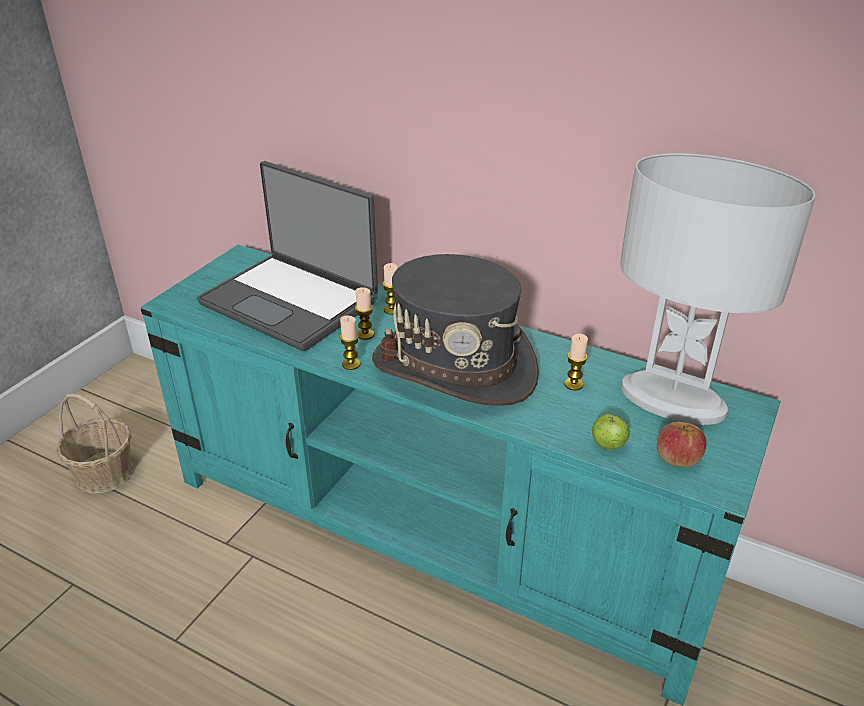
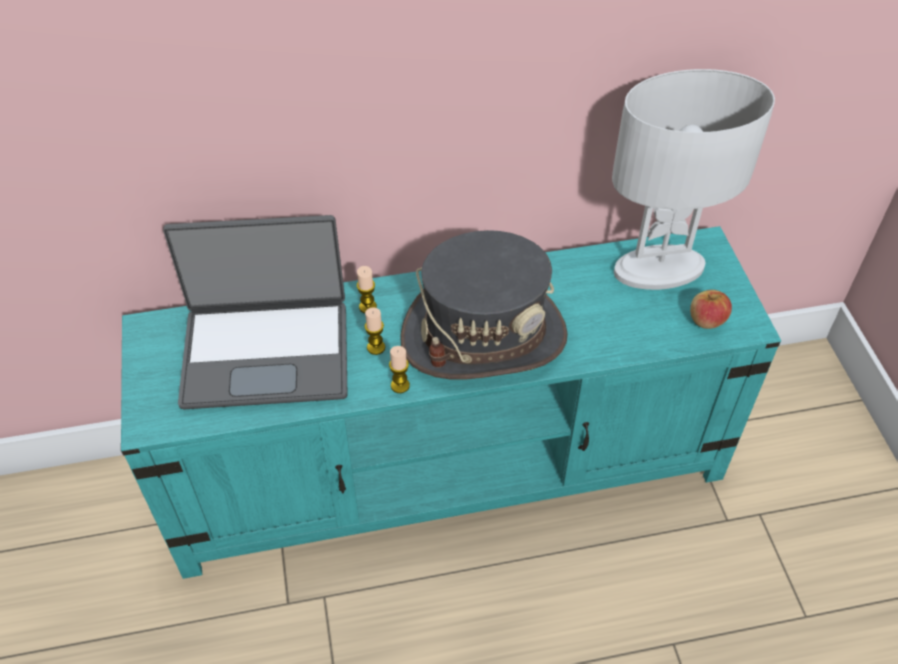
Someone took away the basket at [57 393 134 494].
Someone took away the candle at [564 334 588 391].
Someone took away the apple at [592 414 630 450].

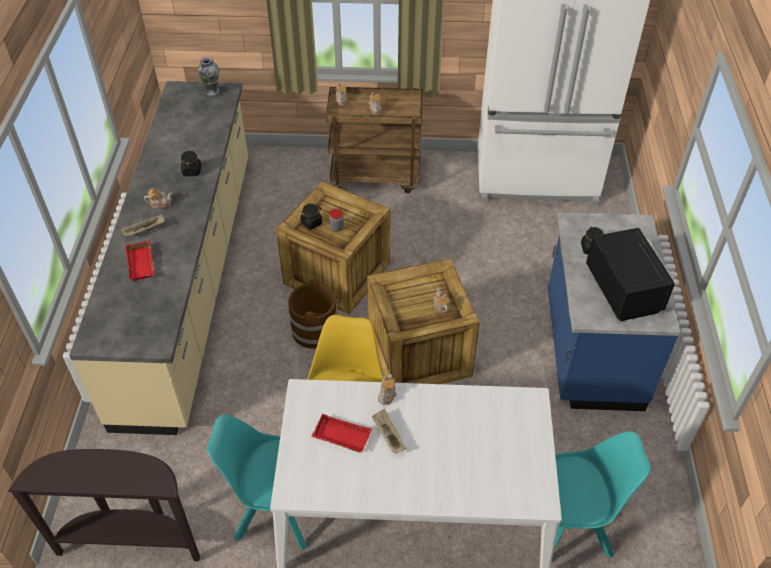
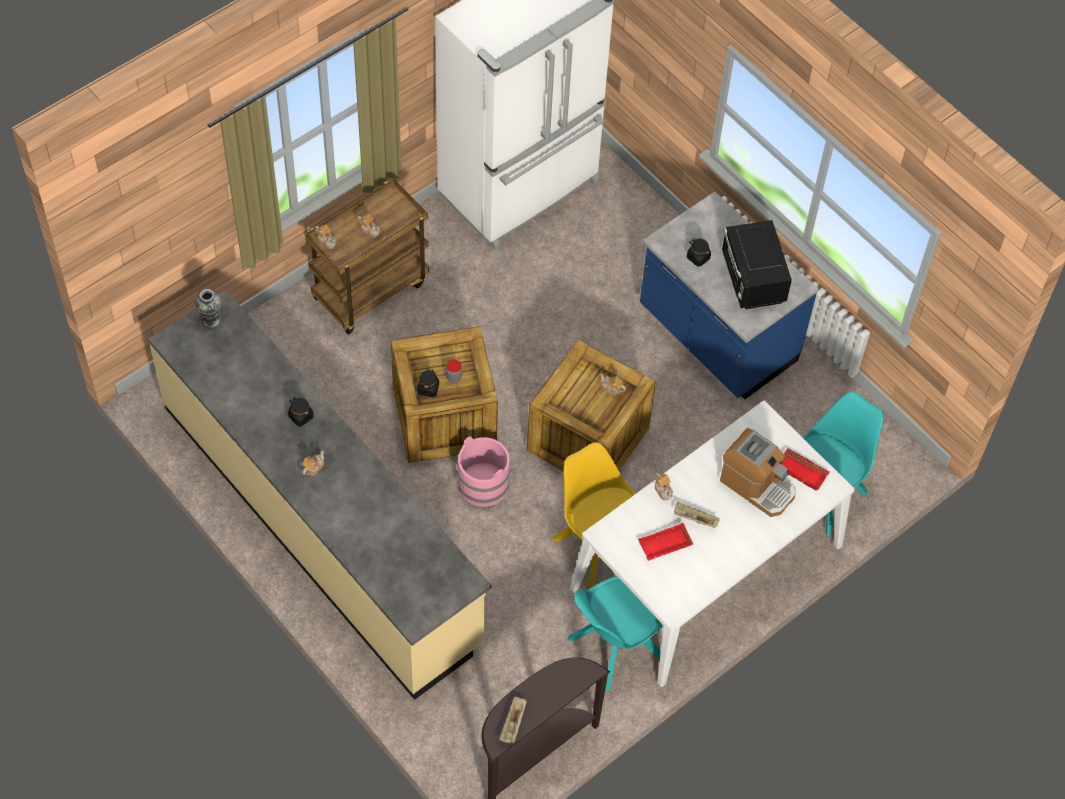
Someone carried the beige tray from [120 214 165 237] to [499 697 527 743].
Someone carried the red tray from [125 241 155 282] to [781 448 830 491].
Someone repainted the brown bucket at [288 277 337 349], which became the pink bucket at [457 436 510 507].
Someone rotated the black microwave at [586 228 676 321] by 135 degrees counterclockwise.
Someone put down the coffee machine at [720 428 795 517].

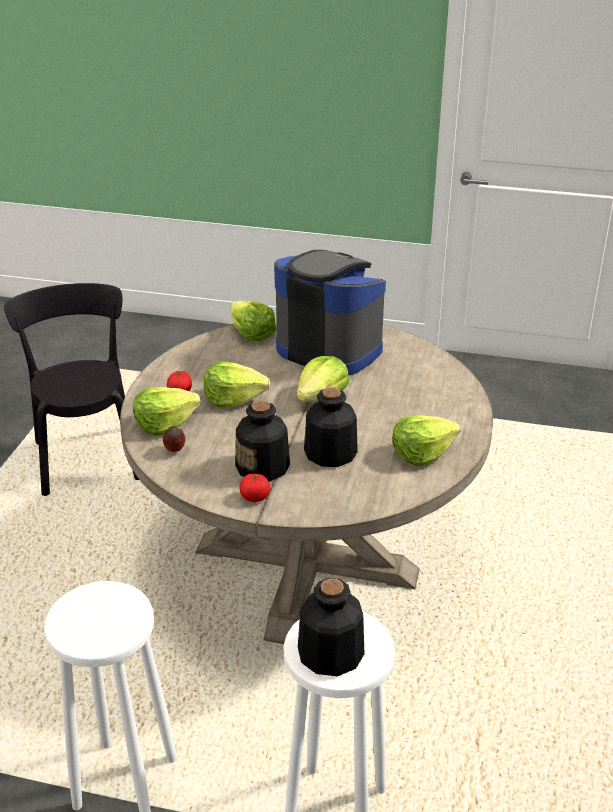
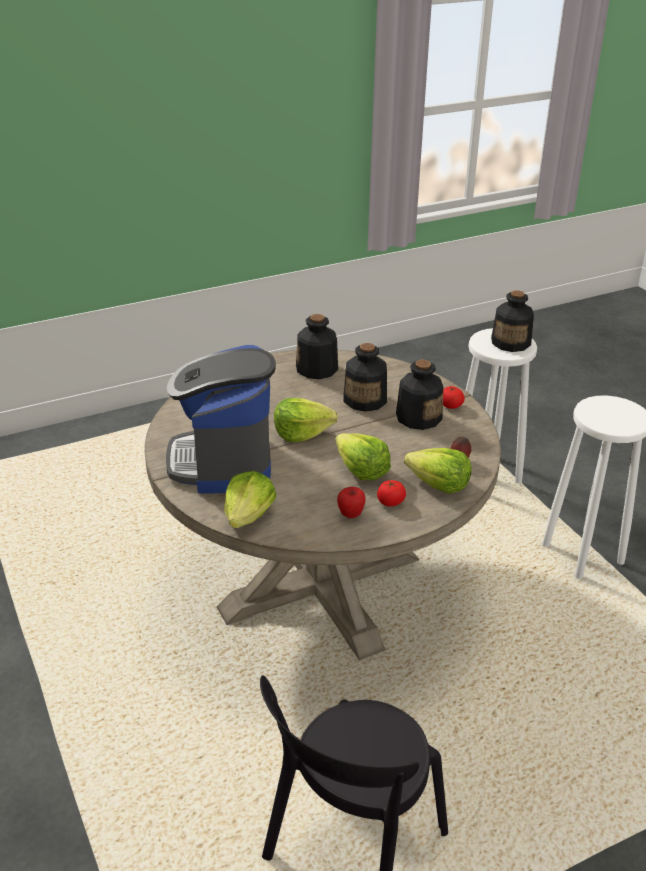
Someone swapped the lettuce at [392 415 460 466] for the bottle at [296 314 338 379].
Someone put down the apple at [337 487 366 518].

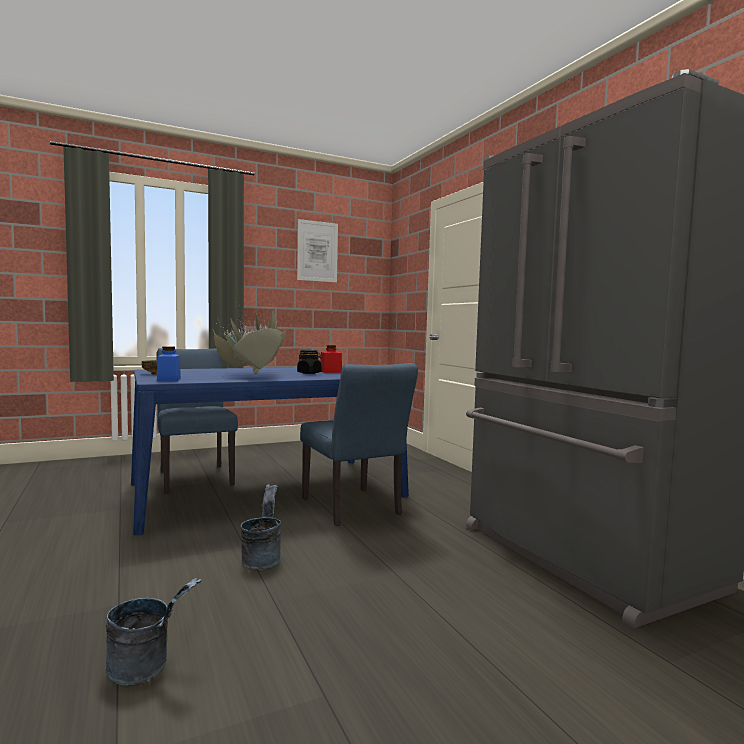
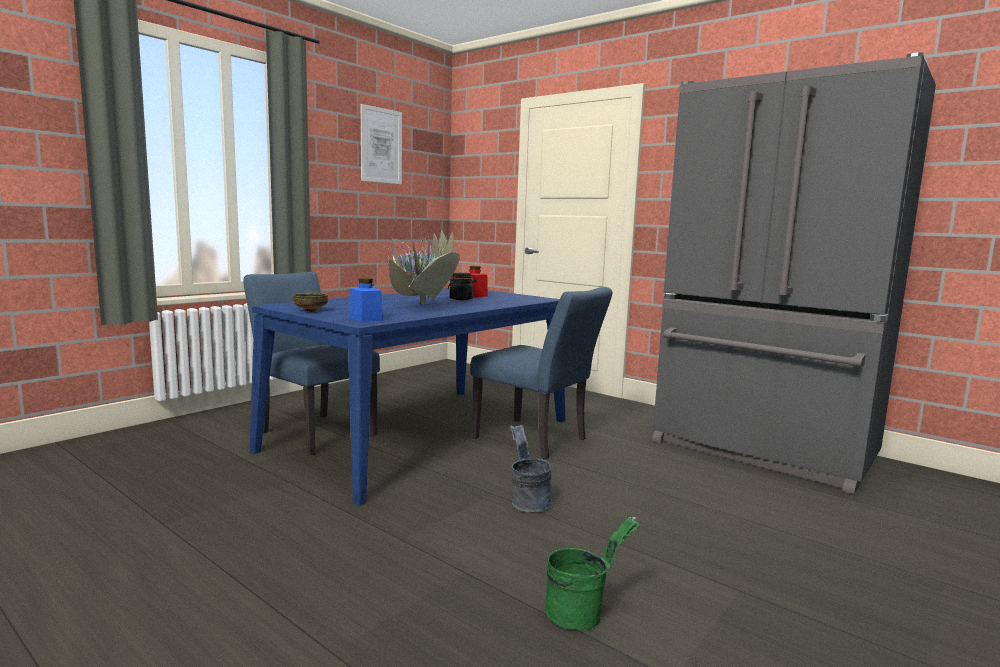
Someone repainted the grey bucket at [106 578 202 685], which became the green bucket at [545 517 640 631].

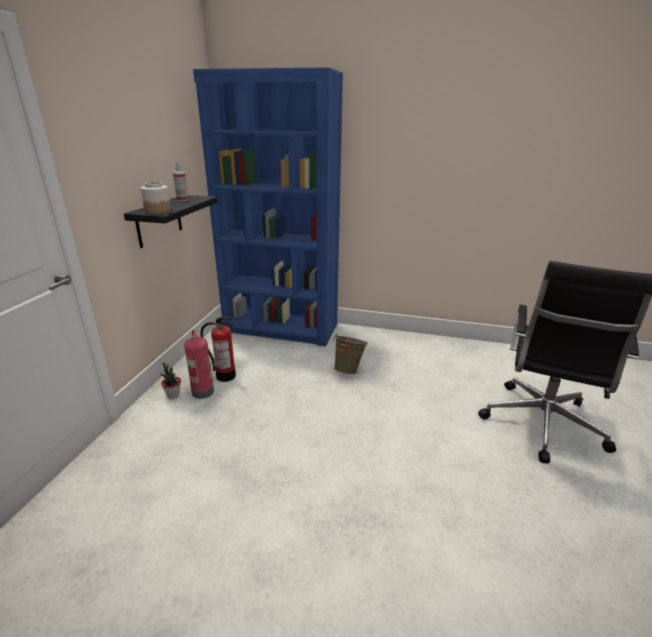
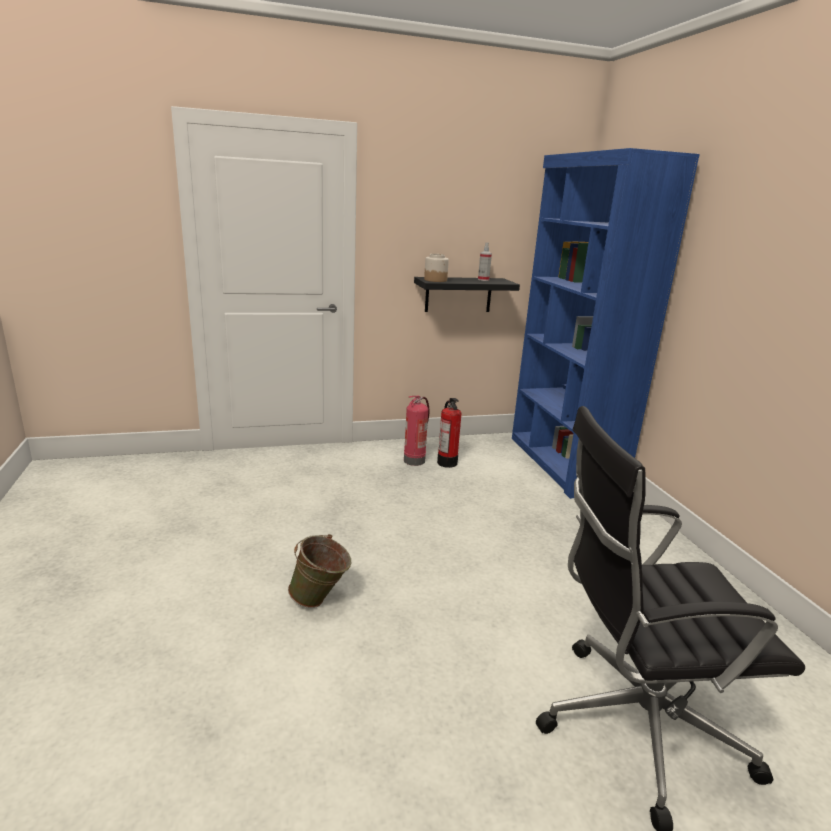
Someone took away the potted plant at [160 362 181 399].
Someone carried the green bucket from [334 334 368 374] to [288 534 351 608].

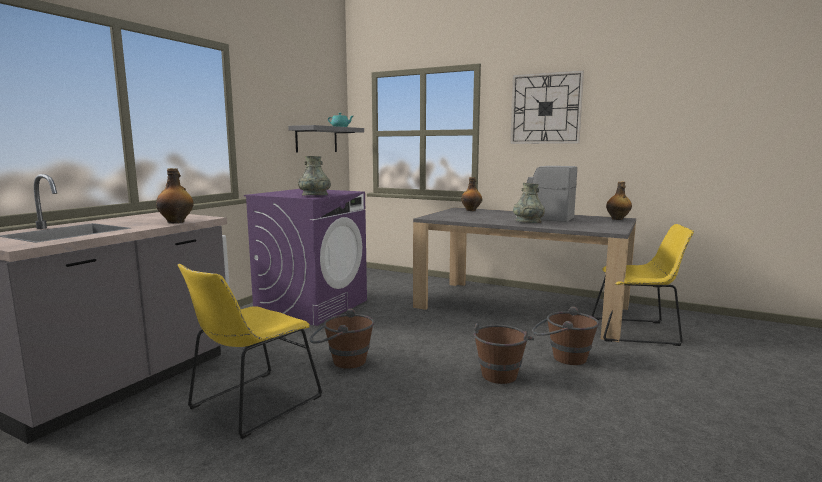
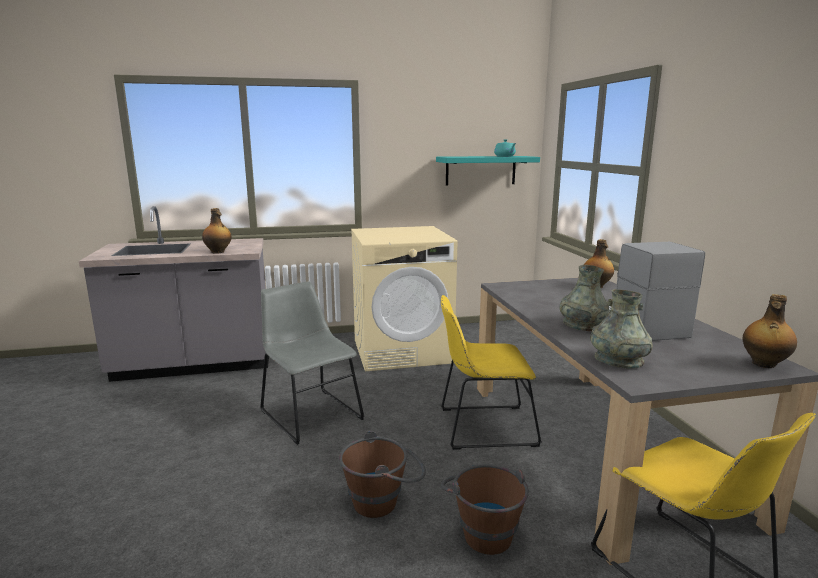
Someone carried the yellow chair from [178 264 322 439] to [441 295 542 450].
Someone repainted the purple washing machine at [244 189 367 326], which became the beige washing machine at [351 226 457 372].
Someone repainted the grey shelf at [288 125 364 152], which became the turquoise shelf at [436 156 540 185].
Someone carried the grey vase from [298 156 331 196] to [590 289 653 369].
Someone swapped the brown bucket at [310 308 374 369] for the grey chair at [260 281 364 445].
Someone took away the wall clock at [510 70 584 144].

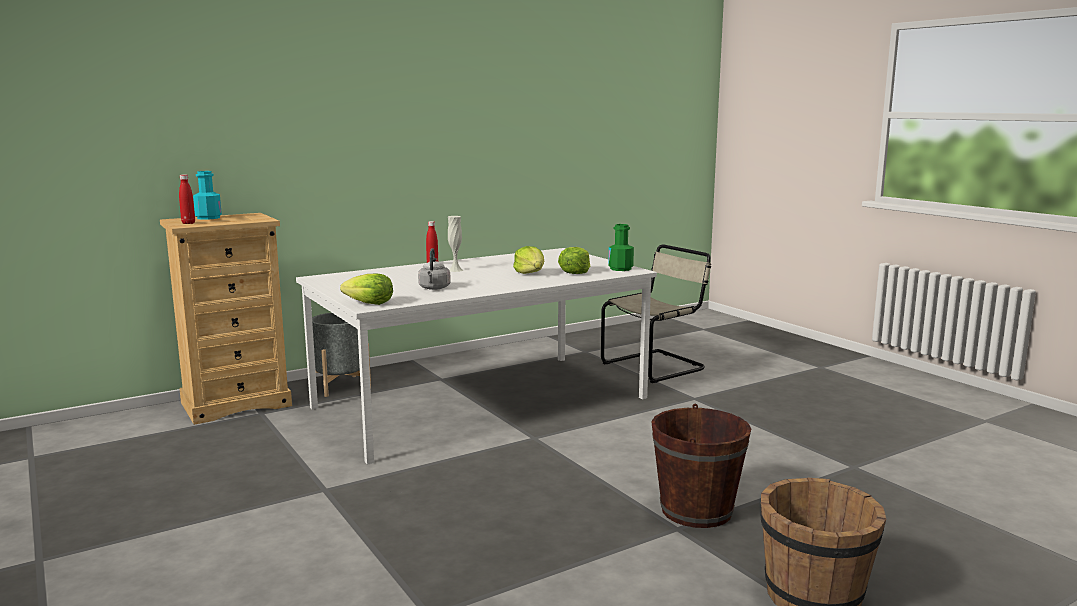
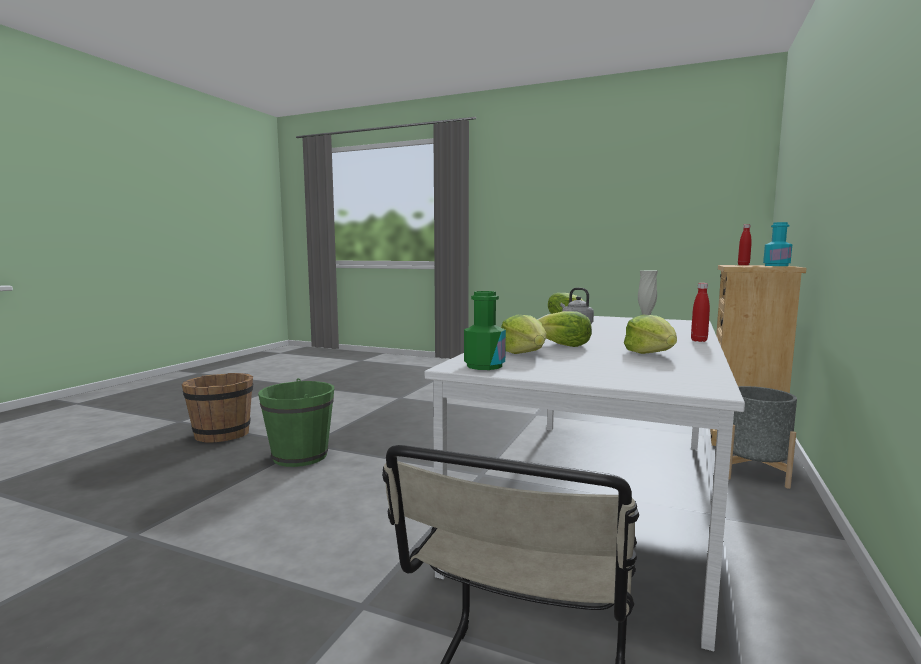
Someone repainted the brown bucket at [651 404 751 528], which became the green bucket at [258 378 334 467].
Someone put down the lettuce at [624 315 677 354].

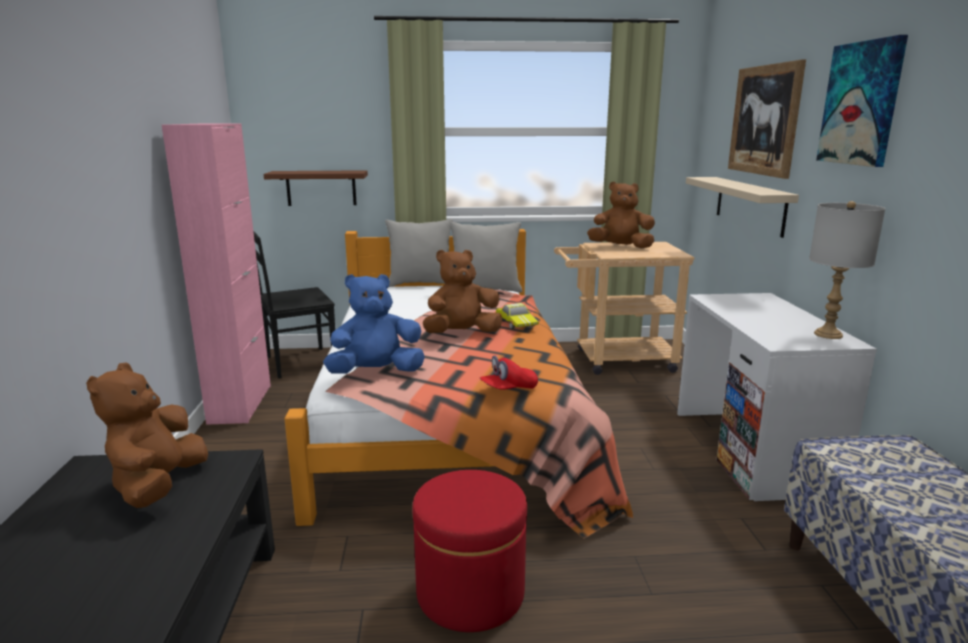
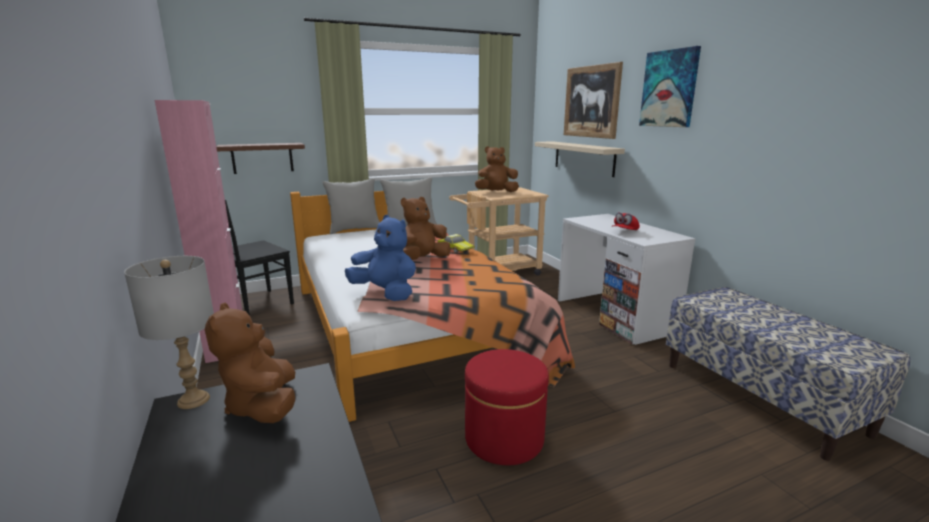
Someone rotated the blue plush toy at [323 274 425 374] by 75 degrees clockwise.
Someone carried the red cap from [479 355 538 390] to [612 212 640 230].
Someone carried the grey table lamp from [809 201 885 339] to [124 256 214 409].

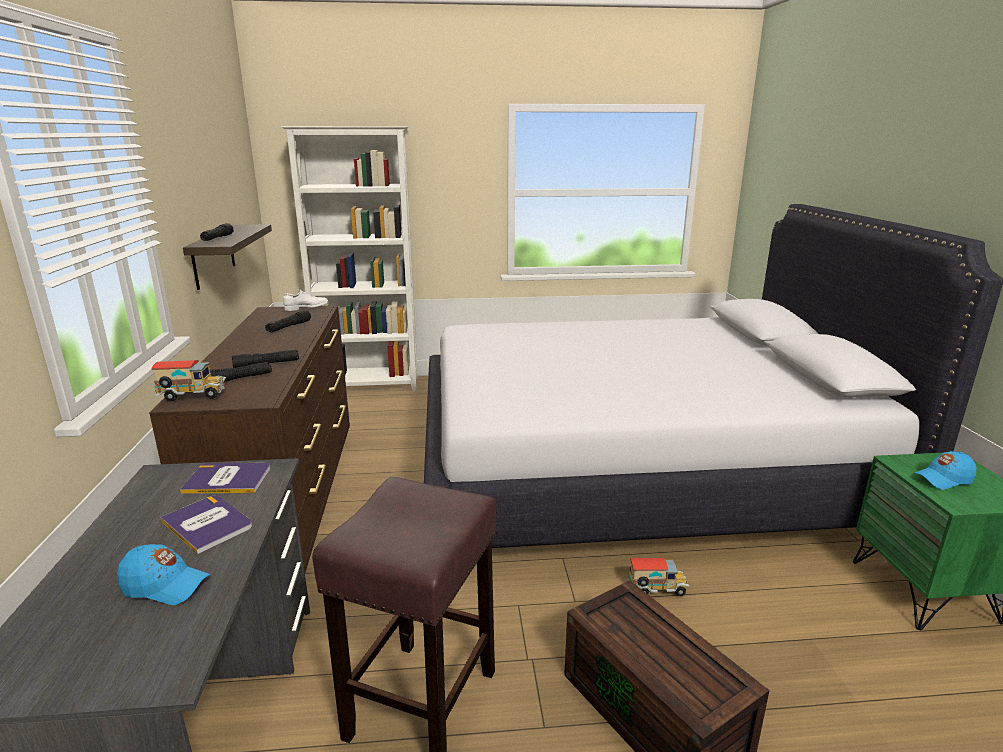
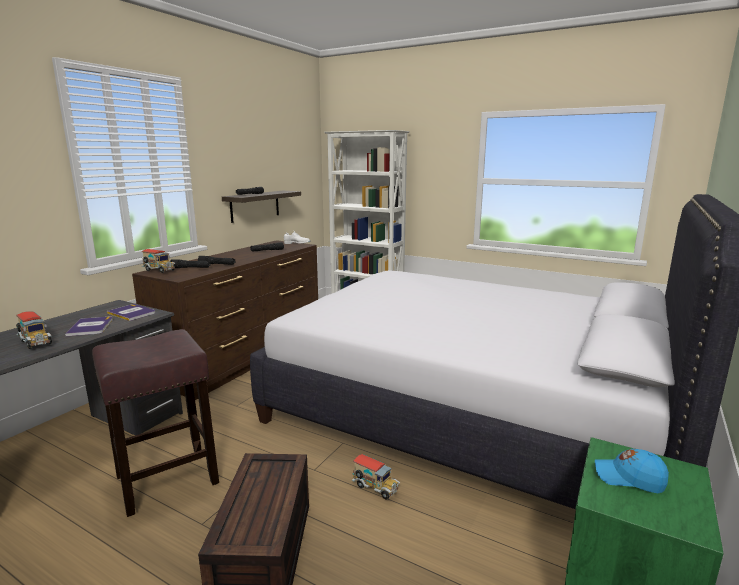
Someone swapped the blue cap at [117 544 211 605] for the toy truck at [16 311 52 349].

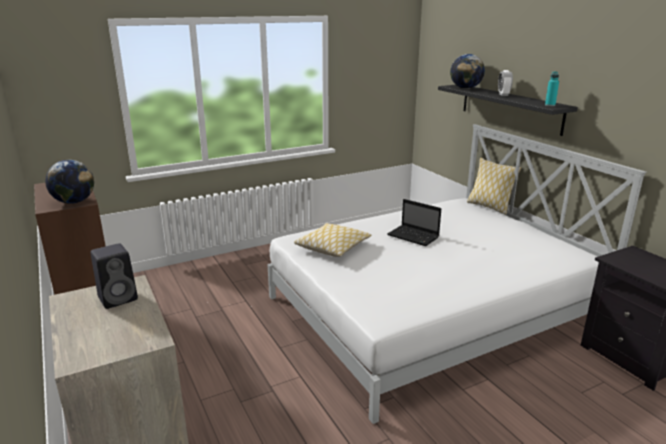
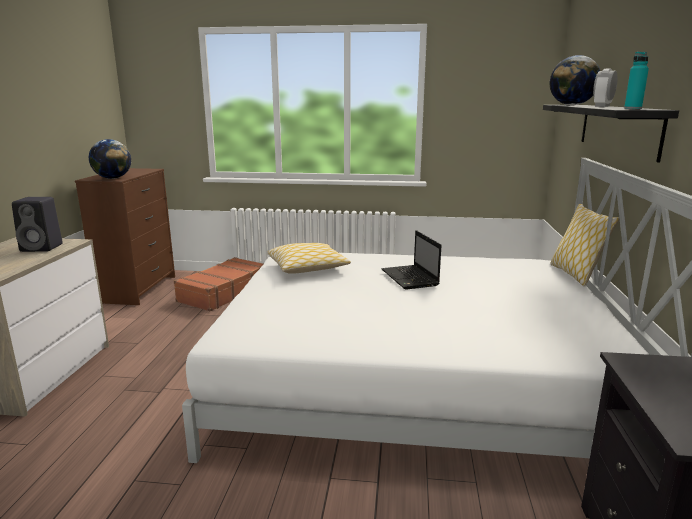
Someone put down the brown suitcase at [174 257 263 311].

